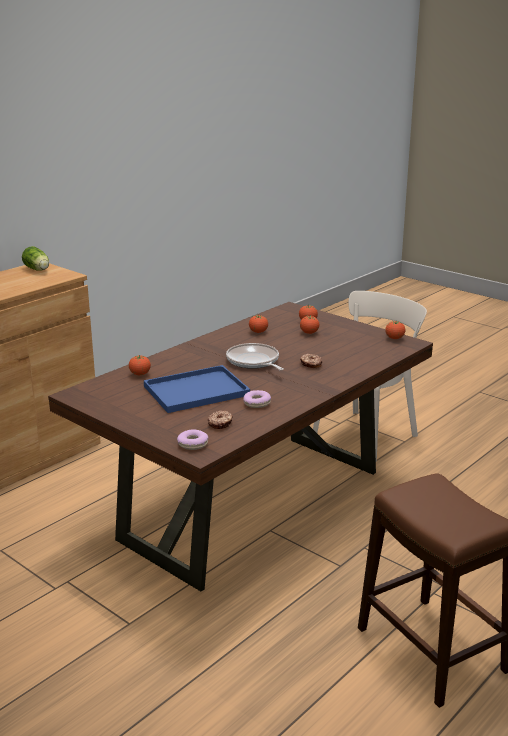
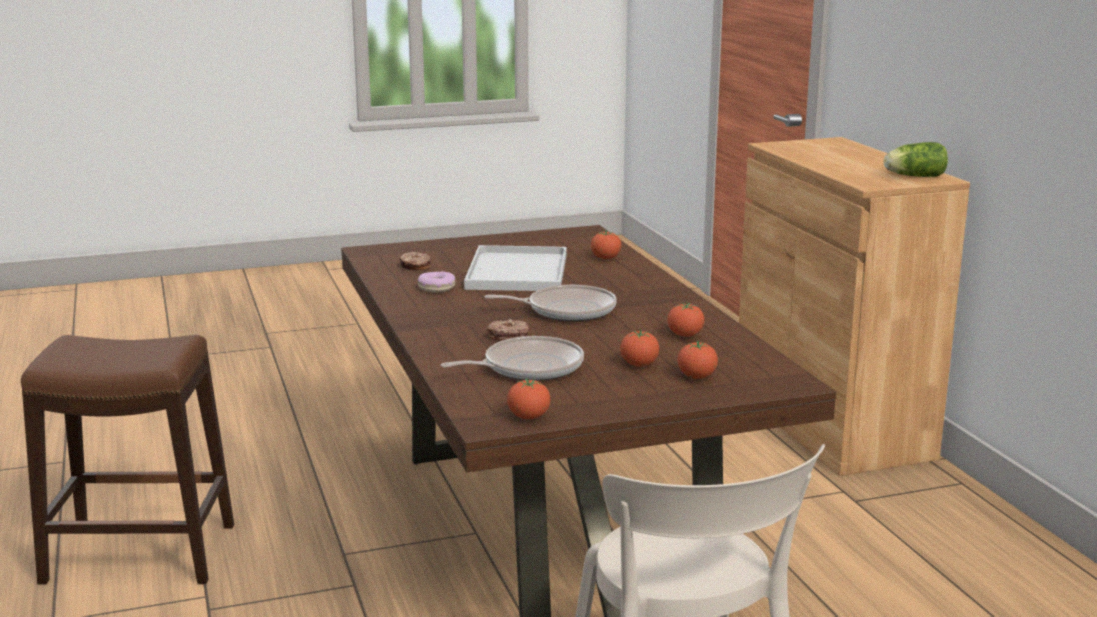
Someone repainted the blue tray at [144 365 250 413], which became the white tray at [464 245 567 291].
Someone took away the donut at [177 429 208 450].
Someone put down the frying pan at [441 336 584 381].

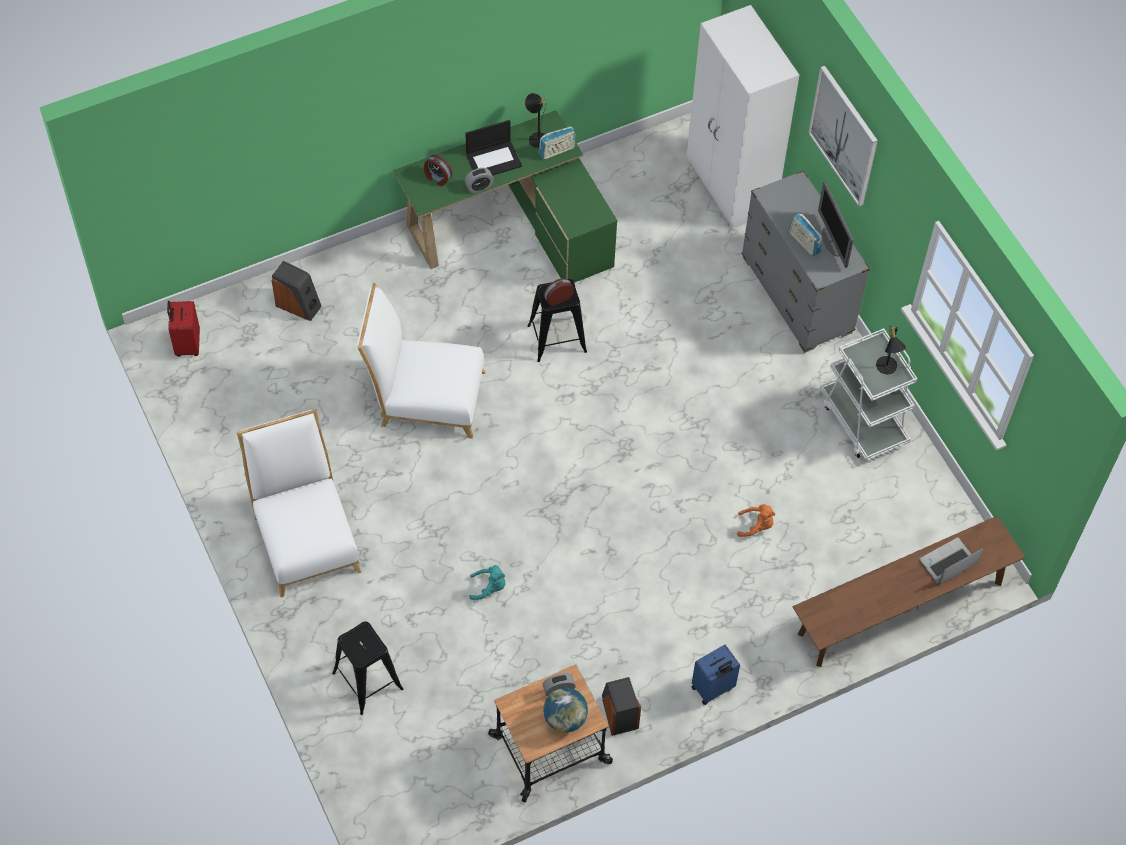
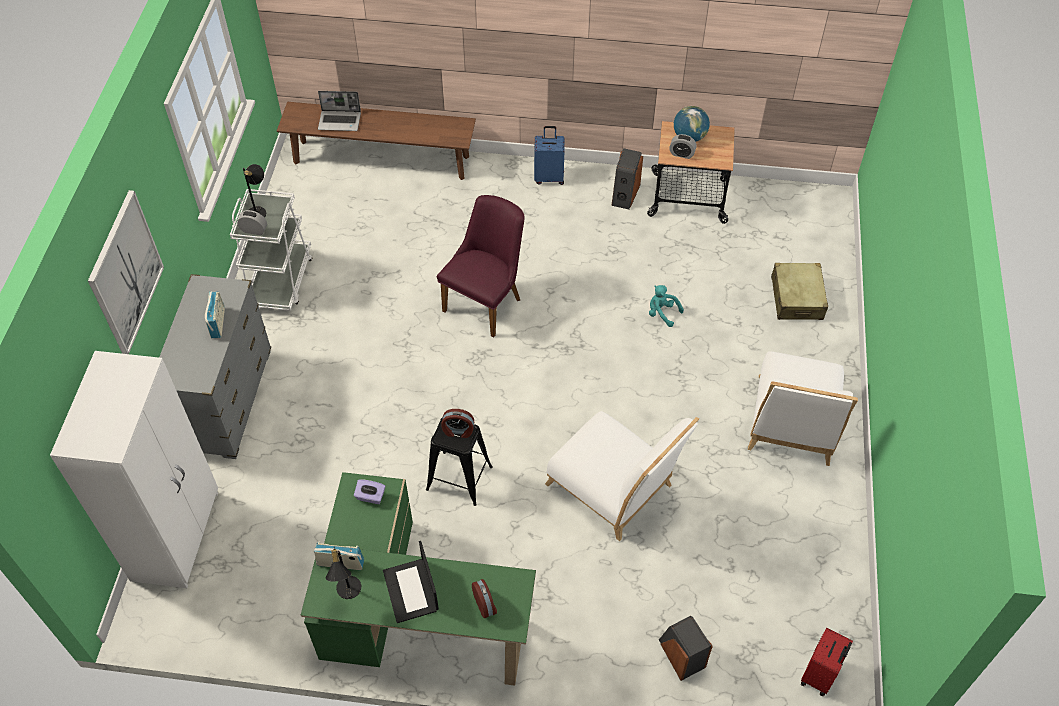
Someone swapped the black stool at [332 621 403 715] for the beige suitcase at [771 263 828 320].
Someone carried the alarm clock from [465 168 494 193] to [237 210 267 235].
Someone rotated the laptop at [466 120 522 175] by 120 degrees counterclockwise.
Someone took away the orange plush toy at [737 504 775 537].
Someone took away the monitor at [818 182 854 268].
Someone put down the purple tissue box at [354 479 385 504].
Someone put down the purple chair at [437 195 525 338].

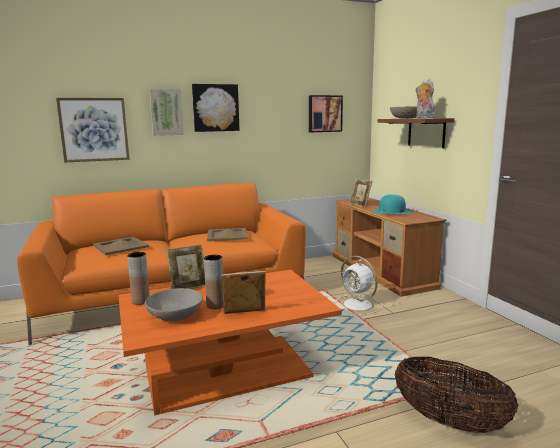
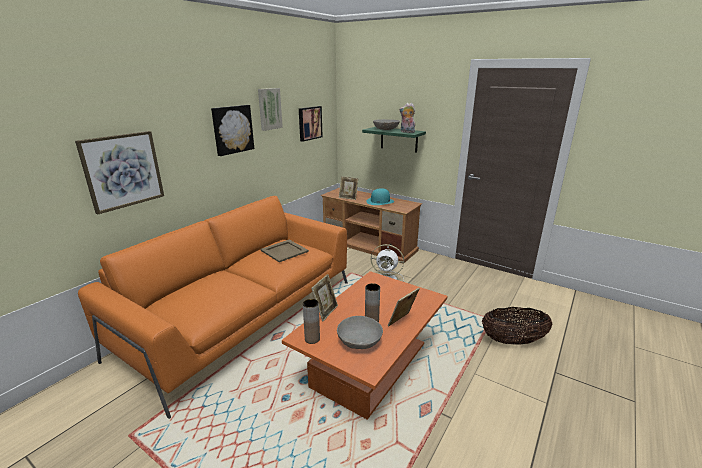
Someone took away the beige tray at [93 237 149 255].
Someone carried the picture from [149 89 184 136] to [258 88 283 131].
Someone repainted the brown shelf at [377 118 454 148], which became the green shelf at [362 127 426 153].

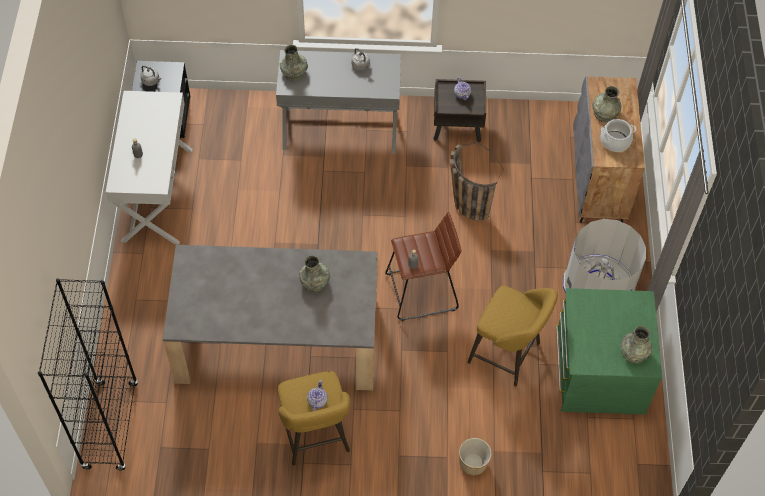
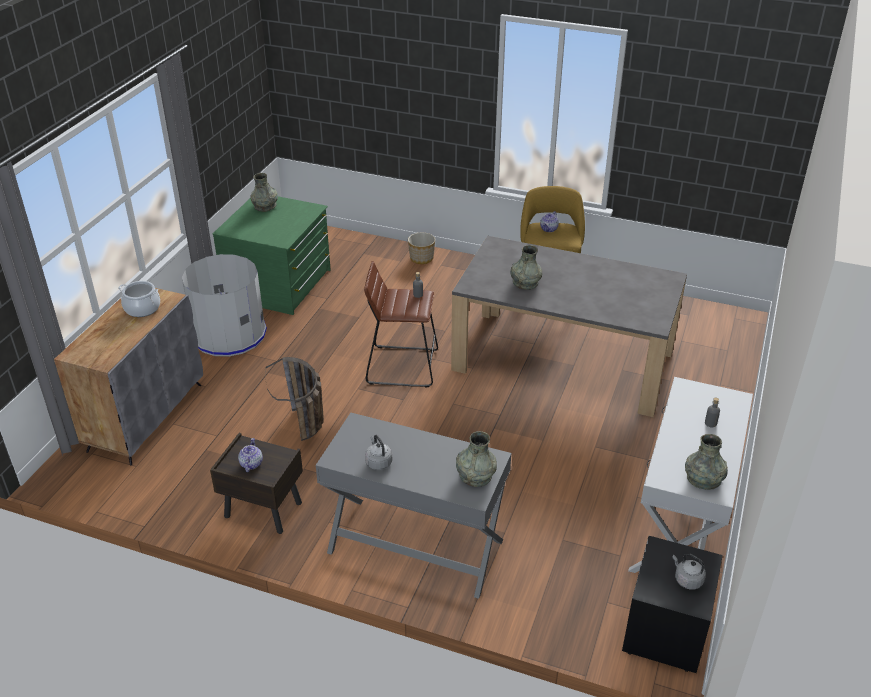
Someone took away the black bookcase at [38 278 138 471].
Someone took away the yellow stool at [467 286 558 386].
Someone carried the grey vase from [592 86 621 122] to [685 434 728 490].

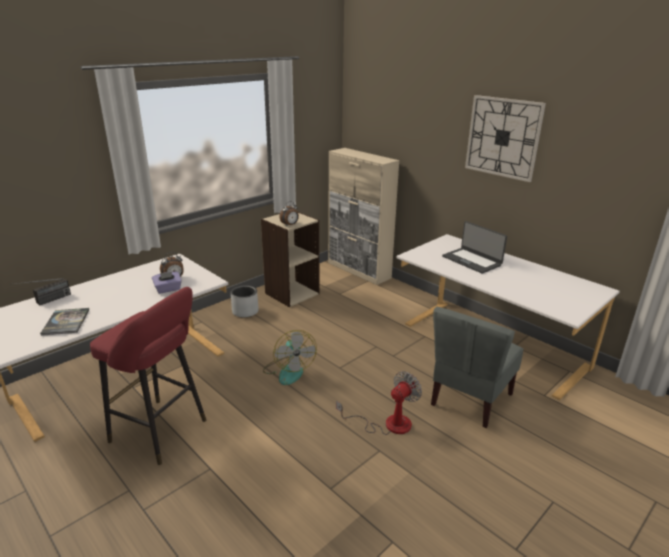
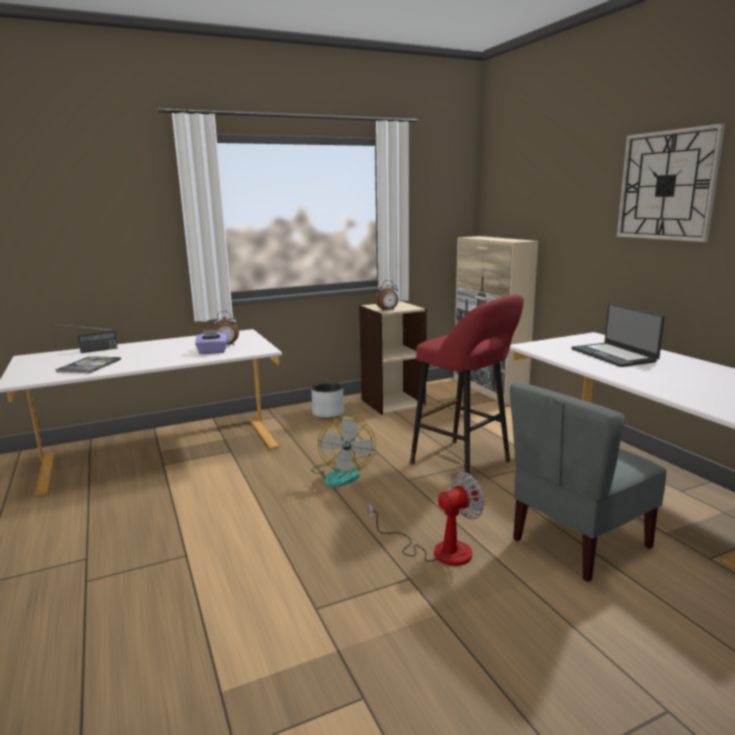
Someone carried the red stool from [90 287 206 465] to [410 295 524 475].

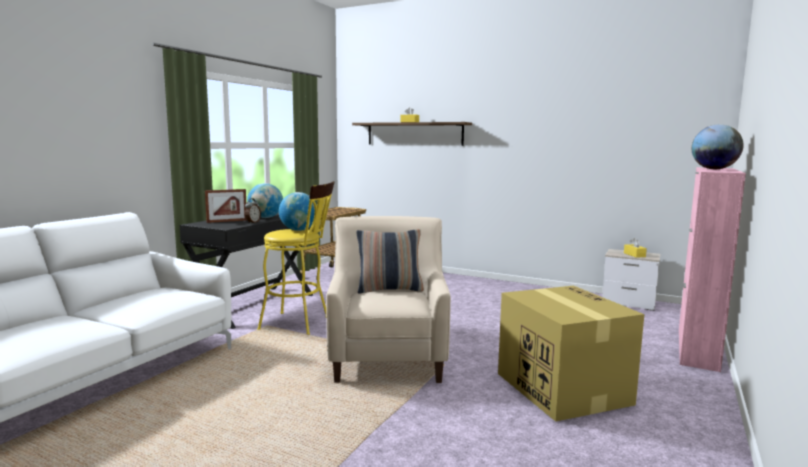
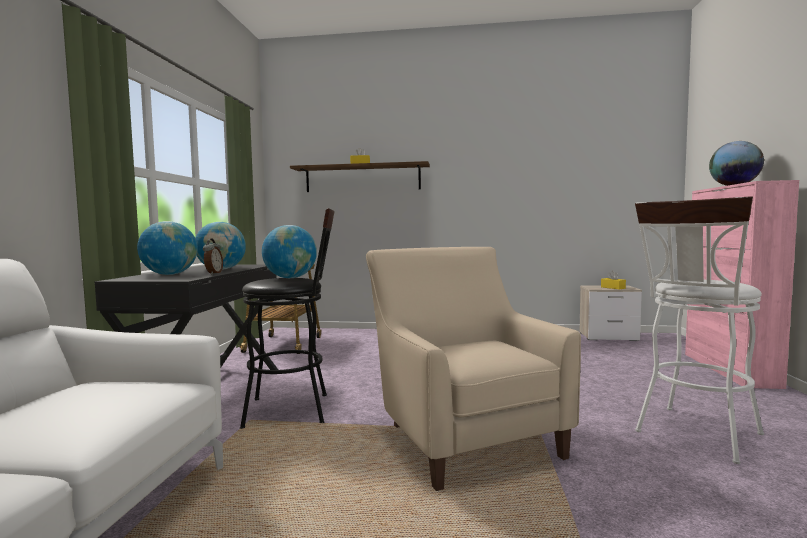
Someone swapped the picture frame at [205 189 247 223] for the globe at [137 221 198 275].
Someone repainted the yellow stool at [257 181 334 335], which became the black stool at [240 208 335 429].
Someone took away the pillow at [356 229 424 293].
Someone swapped the cardboard box at [498 286 644 422] for the white stool at [635 196 764 464].

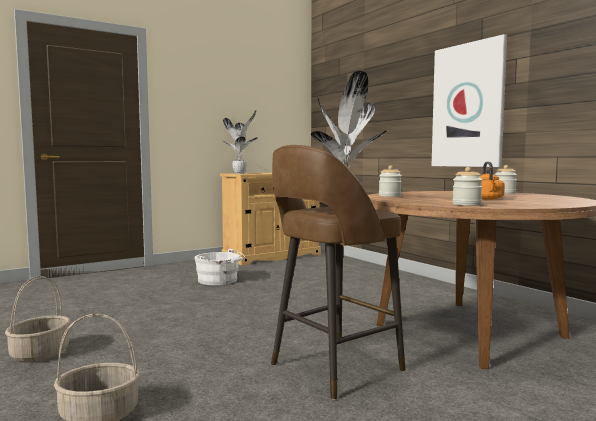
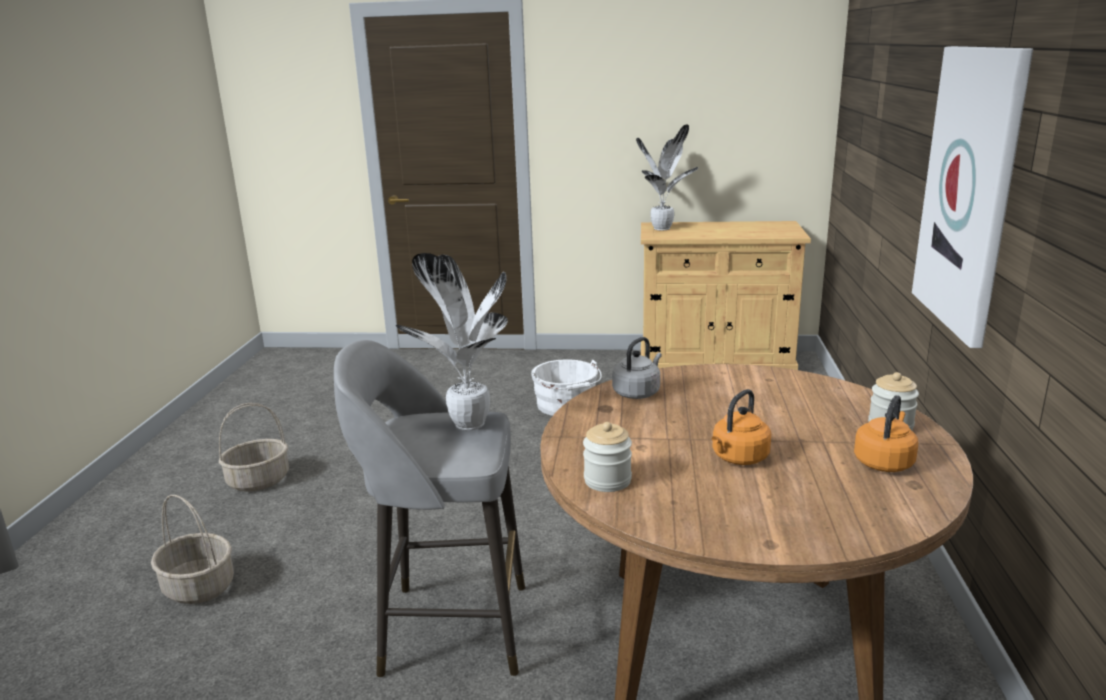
Someone repainted the brown stool at [271 145 406 400], which became the grey stool at [334 340 525 678].
Someone swapped the jar at [379 166 402 197] for the grey kettle at [612 337 662 399].
Someone put down the orange kettle at [854 395 918 472].

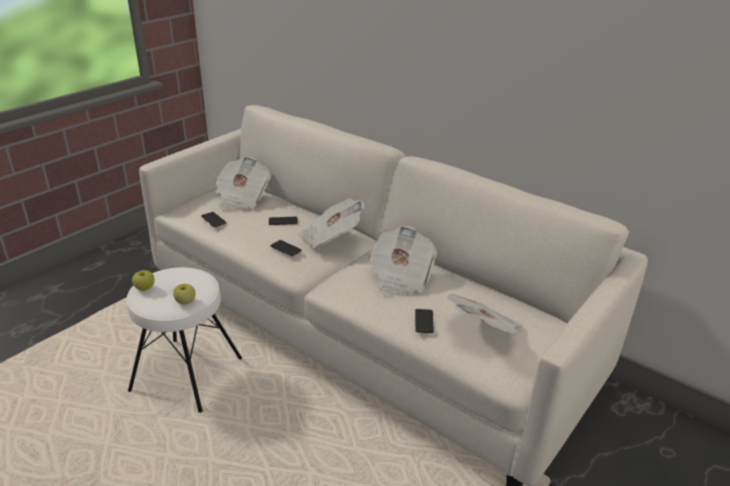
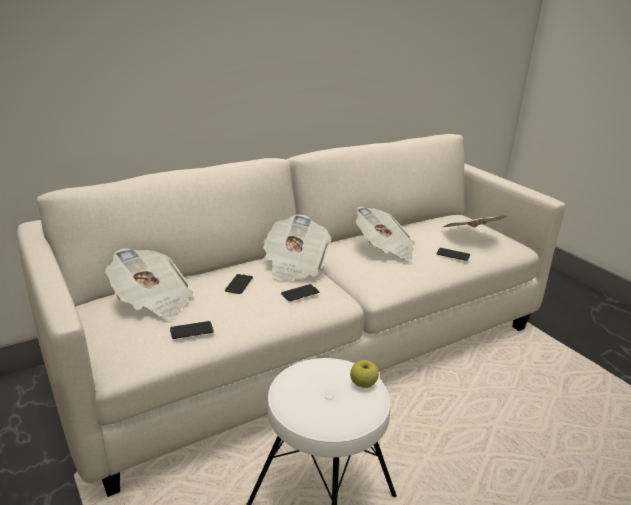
Someone took away the apple at [132 270 155 291].

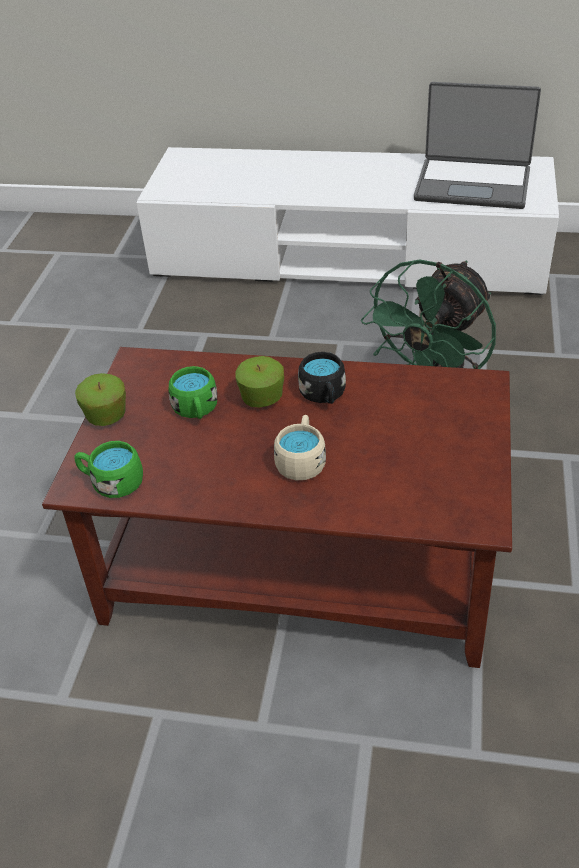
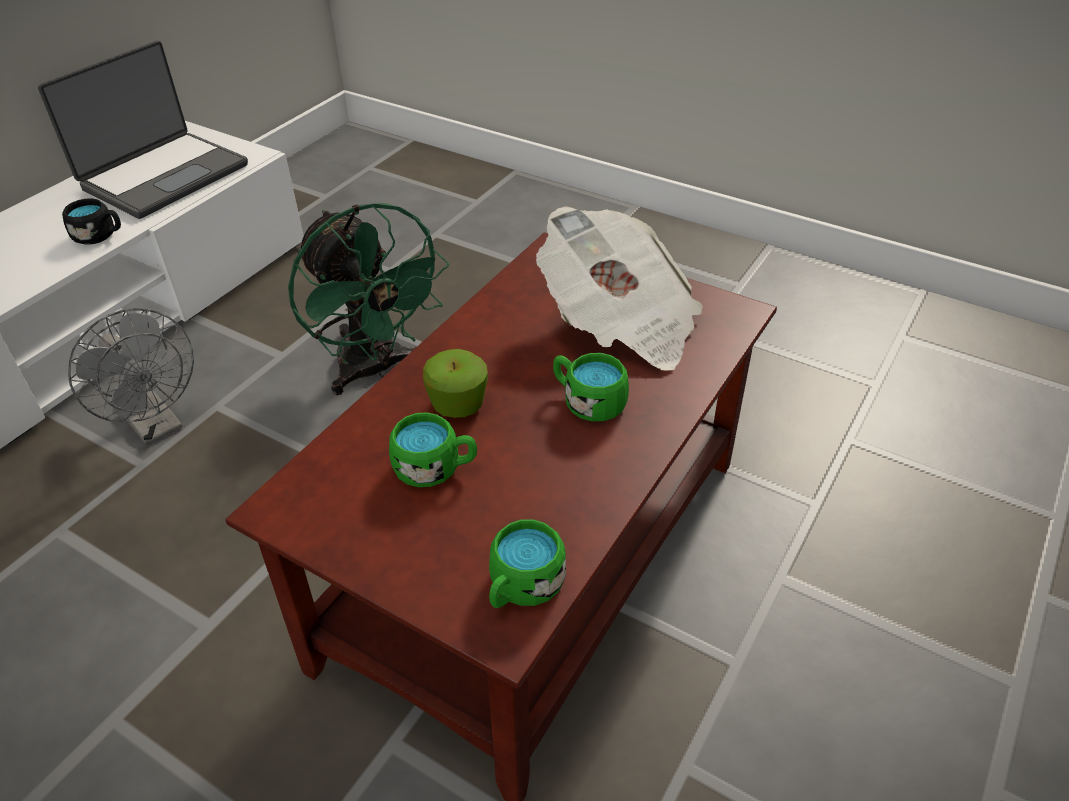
Someone took away the apple at [75 373 126 426].
Someone repainted the beige mug at [274 415 326 480], which became the green mug at [553 353 629 421].
Someone carried the black mug from [298 352 346 404] to [62 198 121 245].
Someone put down the grey fan at [68 308 194 446].
Someone put down the newspaper at [536 206 703 371].

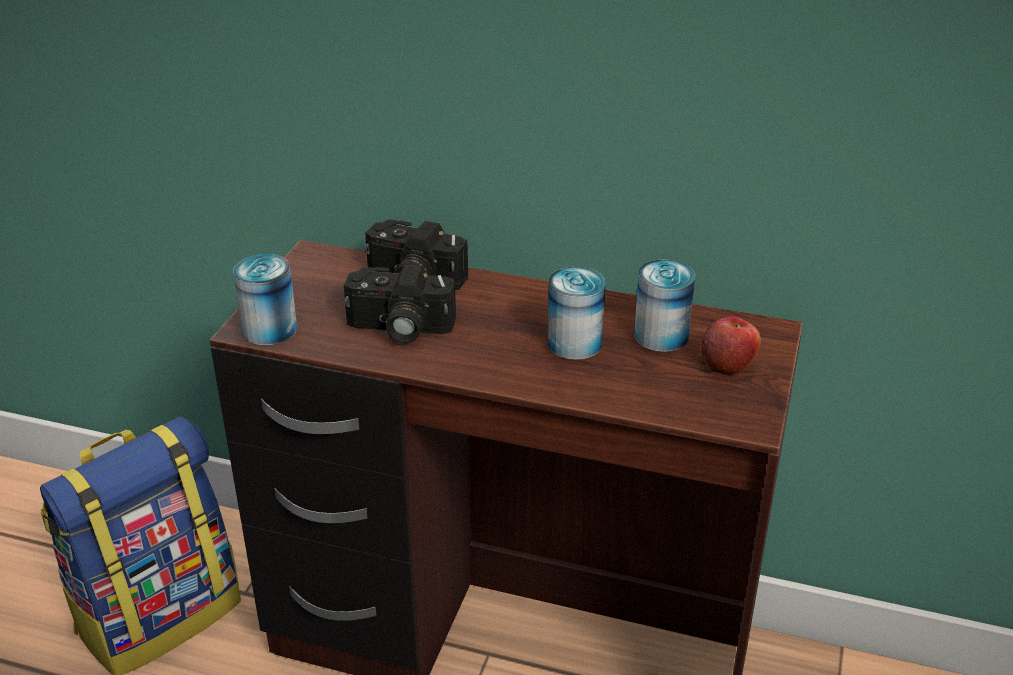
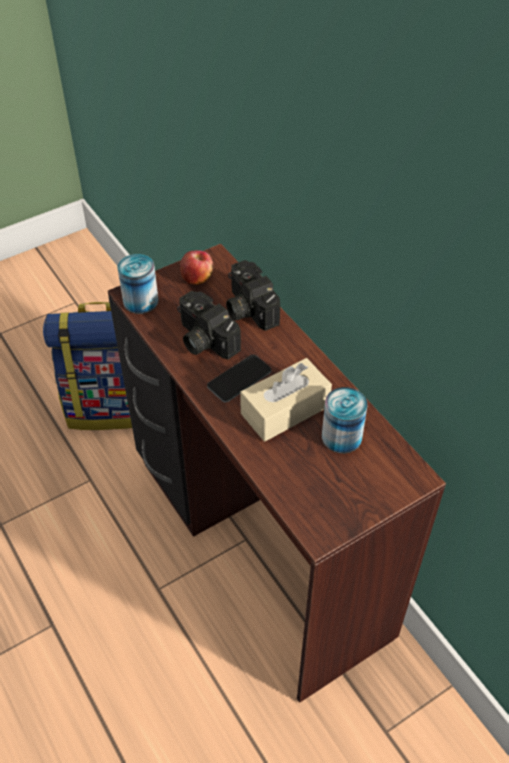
Someone swapped the can at [547 267 606 360] for the beige tissue box at [240 358 332 442].
Someone carried the apple from [701 317 761 376] to [180 250 214 285].
Someone put down the phone at [207 354 271 402].

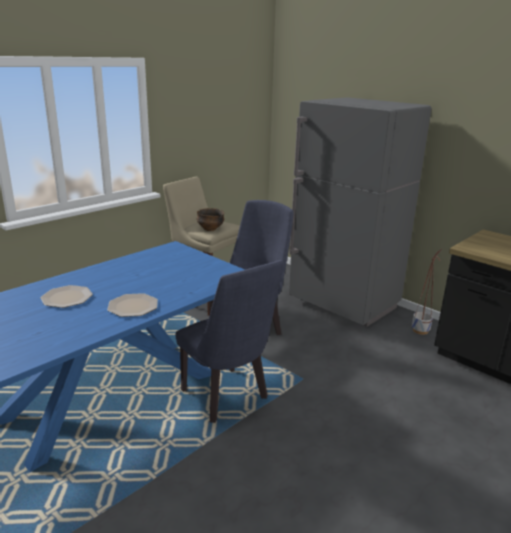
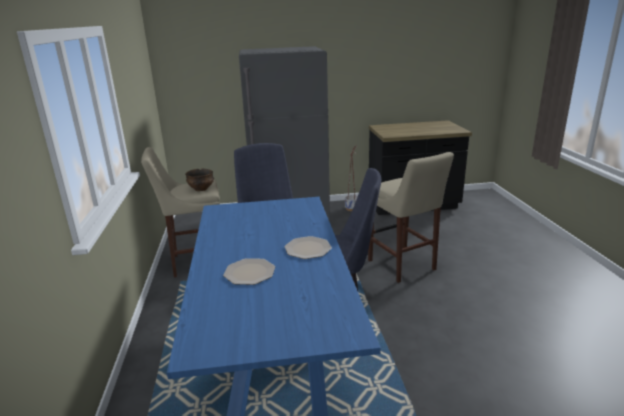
Someone put down the beige stool at [368 152 454 283].

